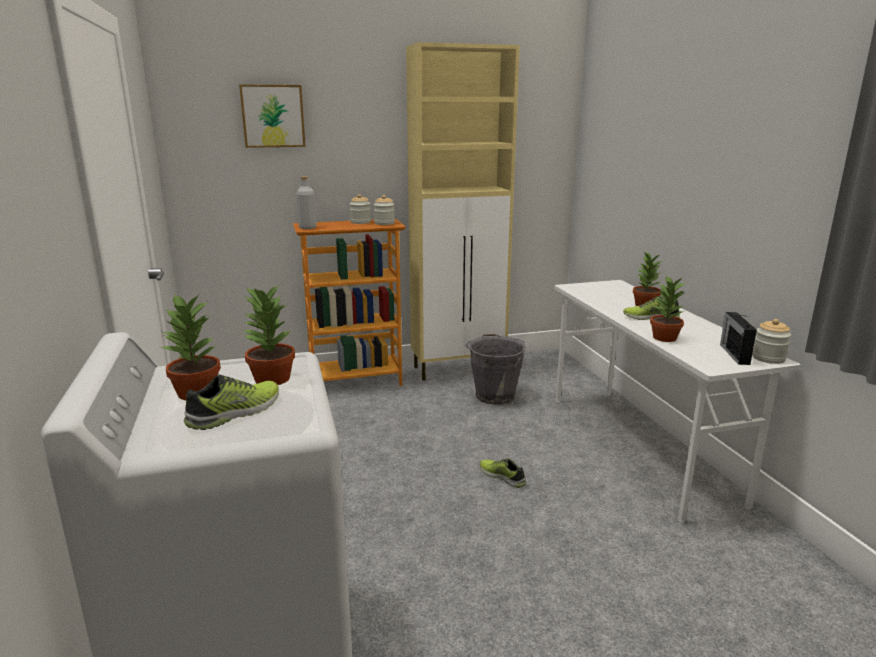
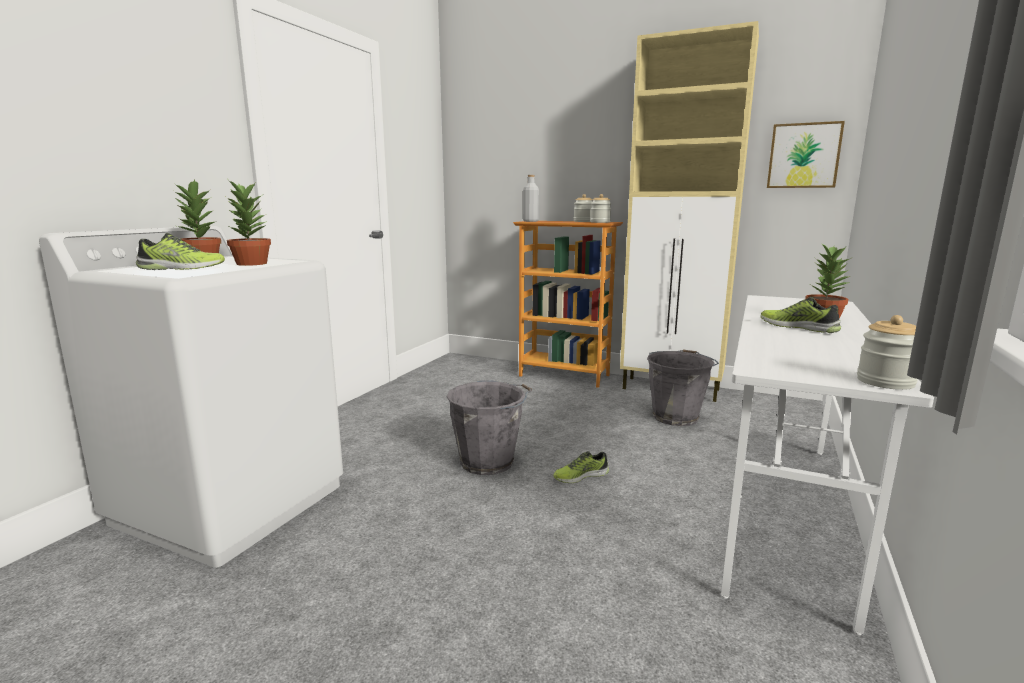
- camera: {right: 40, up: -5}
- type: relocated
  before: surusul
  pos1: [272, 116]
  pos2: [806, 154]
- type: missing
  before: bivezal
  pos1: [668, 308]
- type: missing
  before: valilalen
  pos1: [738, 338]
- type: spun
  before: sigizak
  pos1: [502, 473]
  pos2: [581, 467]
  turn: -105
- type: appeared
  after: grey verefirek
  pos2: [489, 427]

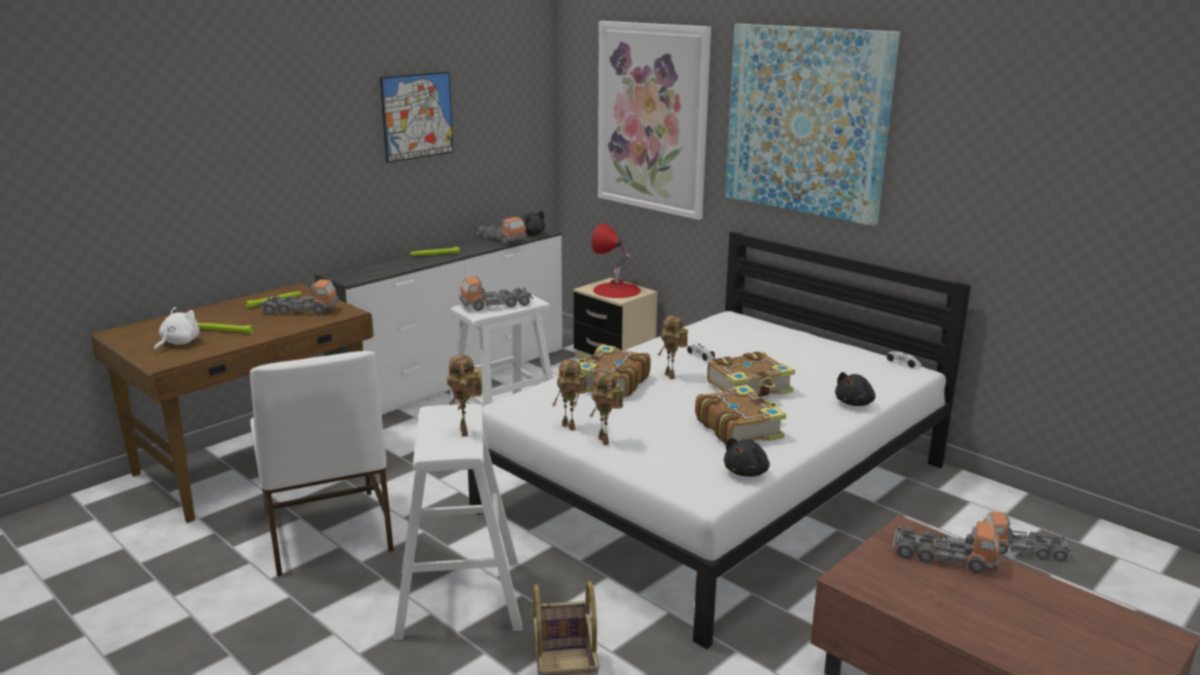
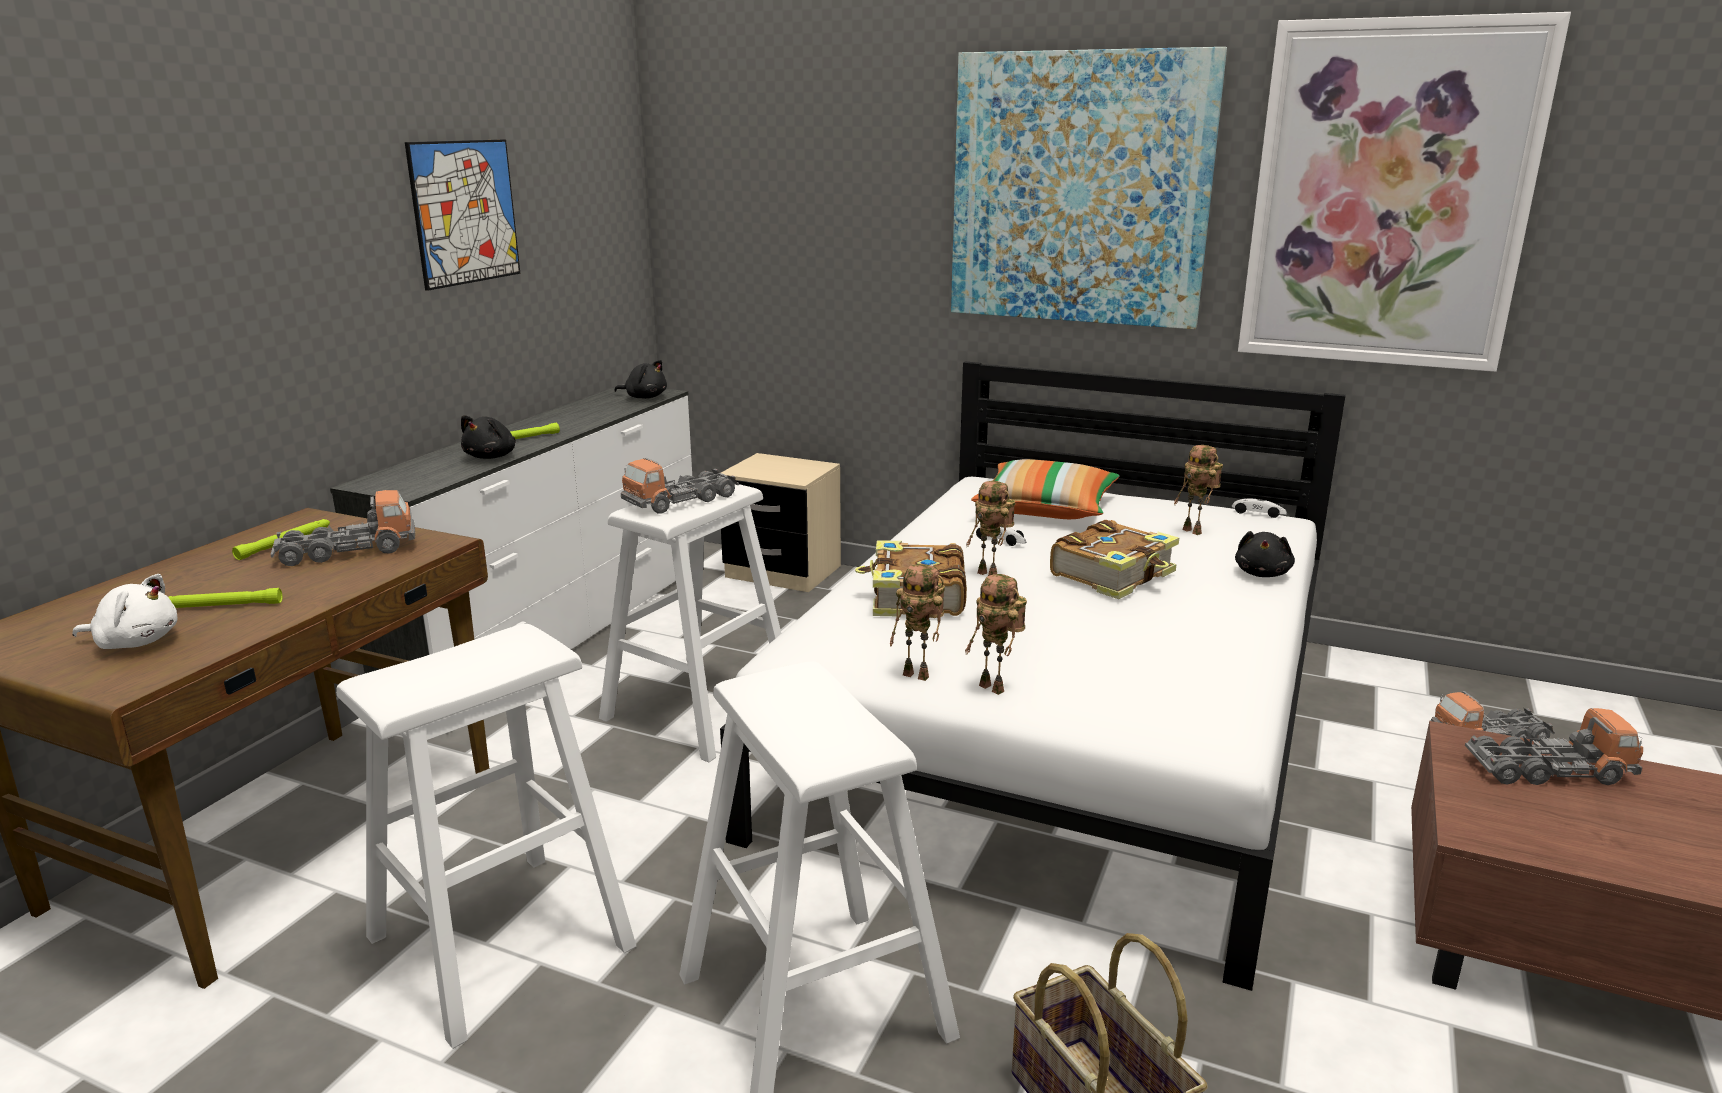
- camera: {right: -20, up: 0}
- type: relocated
  before: surusul
  pos1: [654, 120]
  pos2: [1404, 192]
- type: missing
  before: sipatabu
  pos1: [500, 230]
- type: missing
  before: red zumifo
  pos1: [616, 261]
- type: spun
  before: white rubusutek
  pos1: [176, 329]
  pos2: [125, 611]
  turn: 90
- type: exchanged
  before: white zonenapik
  after: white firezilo
  pos1: [322, 463]
  pos2: [486, 836]
- type: relocated
  before: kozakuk
  pos1: [465, 395]
  pos2: [1198, 490]
- type: missing
  before: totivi
  pos1: [740, 414]
- type: relocated
  before: black rubusutek
  pos1: [747, 457]
  pos2: [488, 437]
- type: appeared
  after: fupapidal
  pos2: [1045, 489]

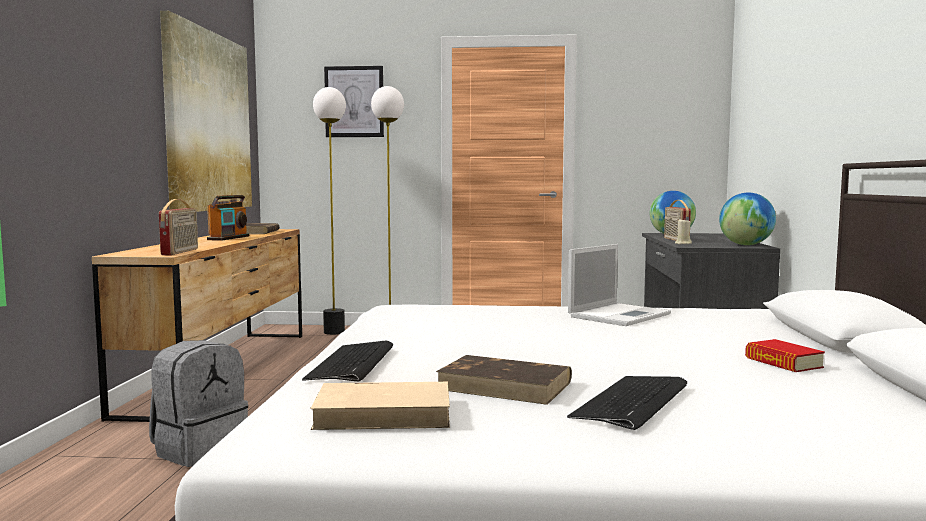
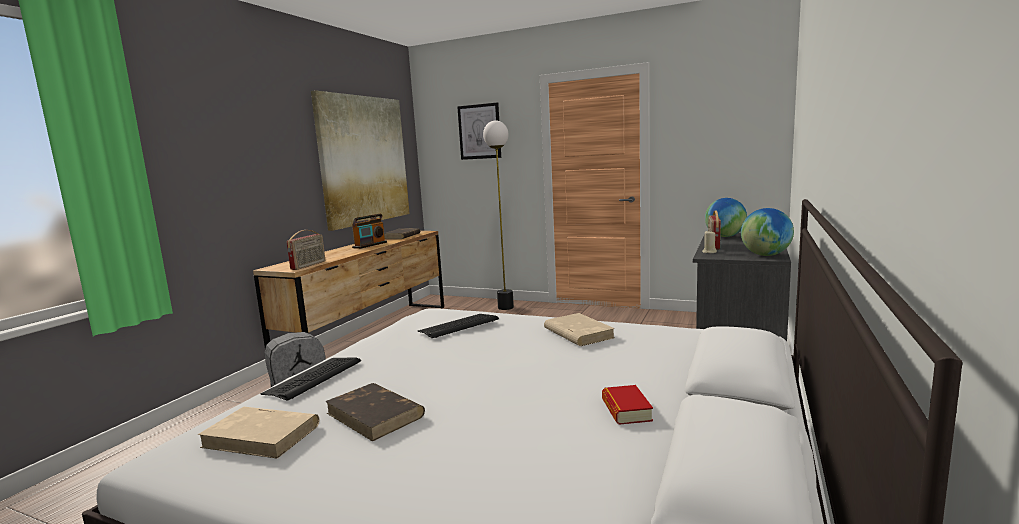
- camera: {right: 20, up: 5}
- type: missing
  before: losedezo
  pos1: [329, 211]
- type: exchanged
  before: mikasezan
  after: beige totivi
  pos1: [619, 285]
  pos2: [579, 329]
- type: relocated
  before: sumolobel
  pos1: [627, 403]
  pos2: [458, 326]

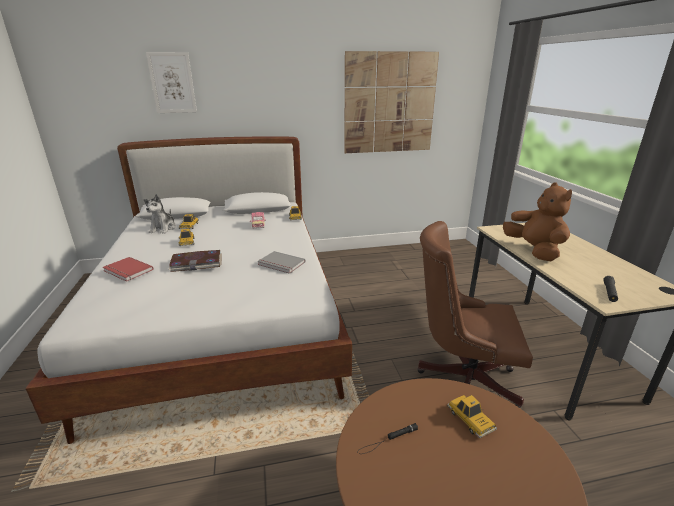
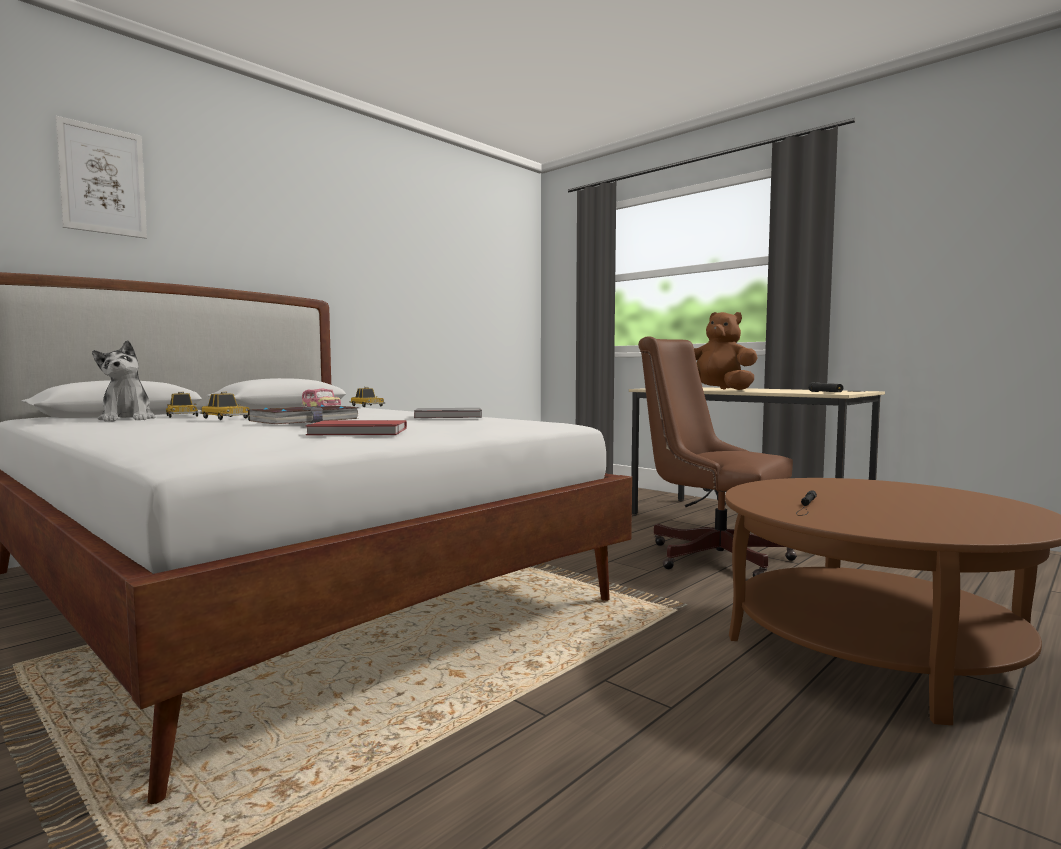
- camera: {right: -35, up: -20}
- type: missing
  before: surusul
  pos1: [391, 102]
- type: spun
  before: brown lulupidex
  pos1: [475, 314]
  pos2: [717, 456]
  turn: 60
- type: relocated
  before: red totivi
  pos1: [128, 269]
  pos2: [356, 427]
- type: missing
  before: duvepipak
  pos1: [472, 416]

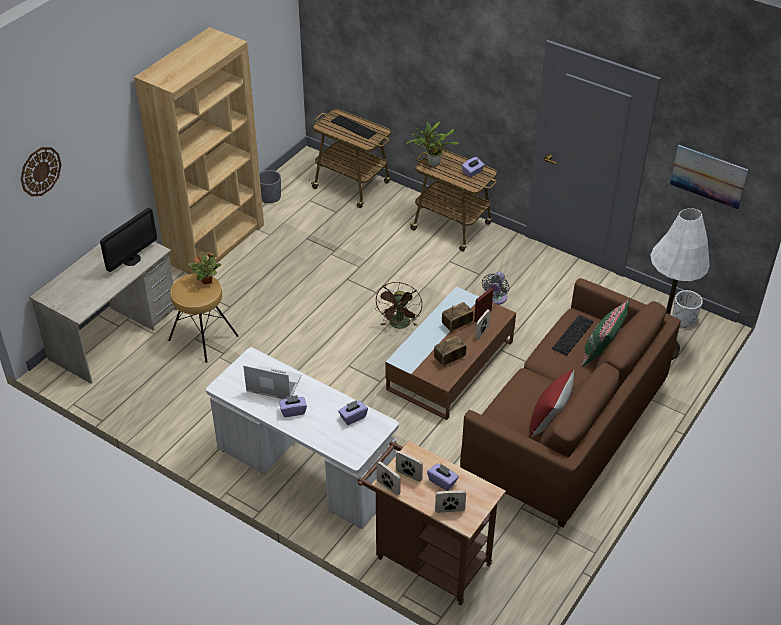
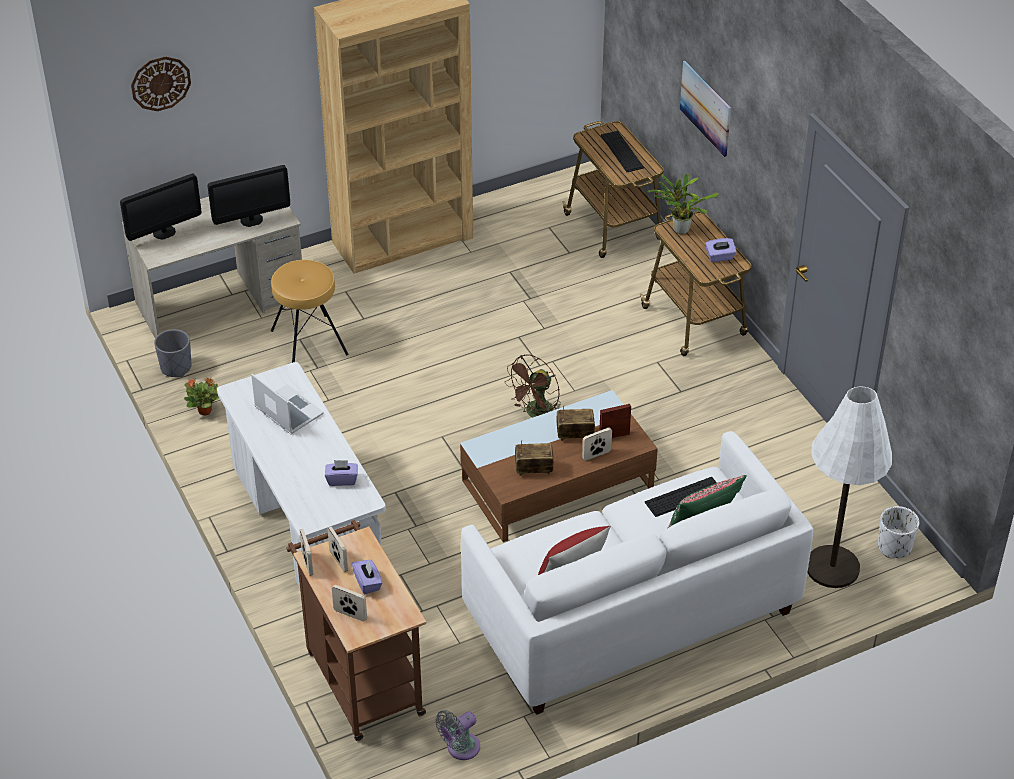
- camera: {right: 30, up: 0}
- type: relocated
  before: surusul
  pos1: [709, 177]
  pos2: [705, 109]
- type: relocated
  before: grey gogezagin
  pos1: [270, 186]
  pos2: [173, 353]
- type: relocated
  before: bivezal
  pos1: [204, 268]
  pos2: [201, 396]
- type: relocated
  before: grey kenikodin
  pos1: [495, 288]
  pos2: [457, 735]
- type: colour
  before: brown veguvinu
  after: white veguvinu
  pos1: [570, 403]
  pos2: [637, 573]
- type: missing
  before: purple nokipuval
  pos1: [293, 406]
- type: appeared
  after: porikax
  pos2: [160, 207]

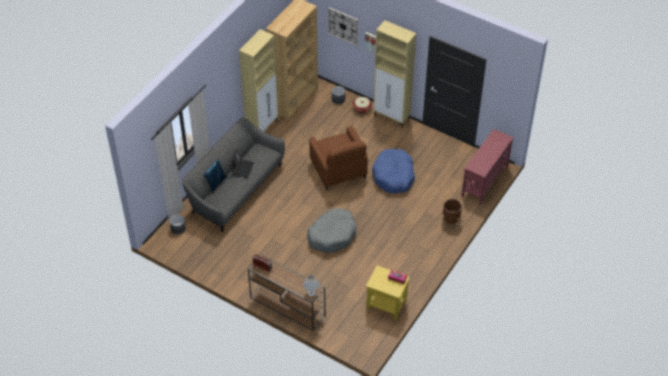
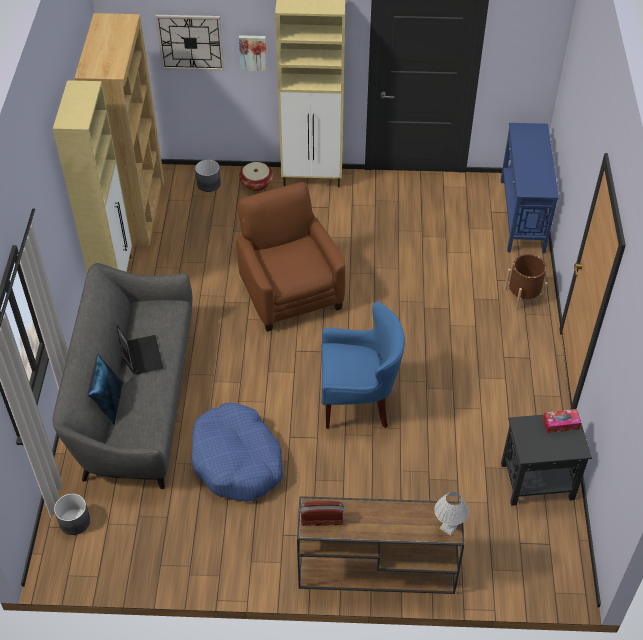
- camera: {right: -30, up: 0}
- type: spun
  before: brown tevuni
  pos1: [339, 158]
  pos2: [291, 257]
  turn: -150
- type: colour
  before: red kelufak
  after: blue kelufak
  pos1: [487, 167]
  pos2: [530, 188]
- type: relocated
  before: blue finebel
  pos1: [393, 171]
  pos2: [237, 452]
- type: exchanged
  before: grey finebel
  after: blue tevuni
  pos1: [332, 230]
  pos2: [363, 365]
- type: colour
  before: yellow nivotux
  after: black nivotux
  pos1: [388, 293]
  pos2: [546, 460]

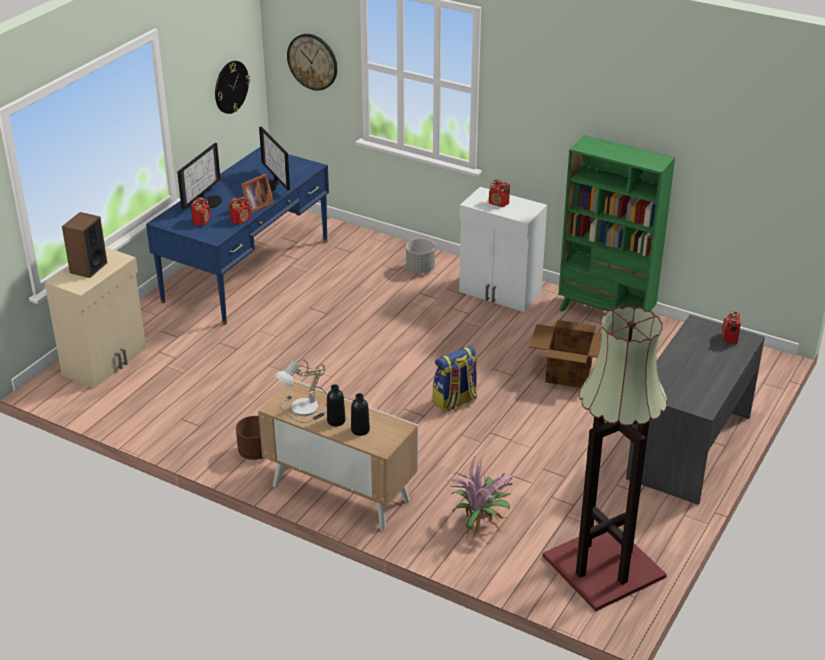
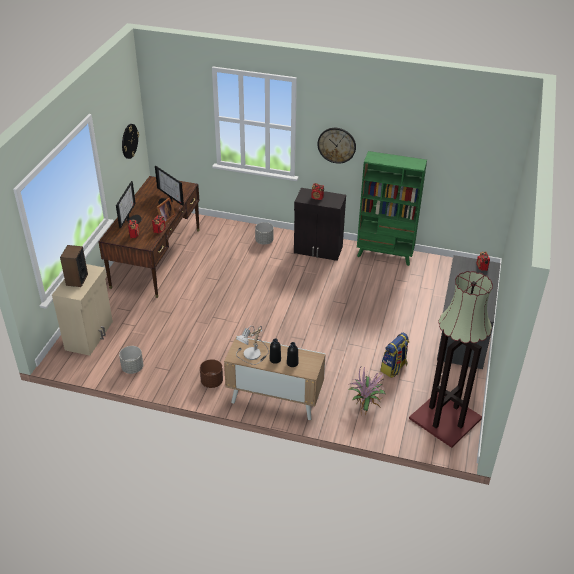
- camera: {right: -15, up: 5}
- type: relocated
  before: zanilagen
  pos1: [312, 62]
  pos2: [336, 146]
- type: colour
  before: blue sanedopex
  after: brown sanedopex
  pos1: [237, 236]
  pos2: [149, 237]
- type: colour
  before: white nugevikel
  after: black nugevikel
  pos1: [503, 249]
  pos2: [320, 224]
- type: missing
  before: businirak
  pos1: [565, 354]
- type: relocated
  before: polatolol
  pos1: [455, 379]
  pos2: [395, 355]
- type: appeared
  after: grey gogezagin
  pos2: [131, 360]

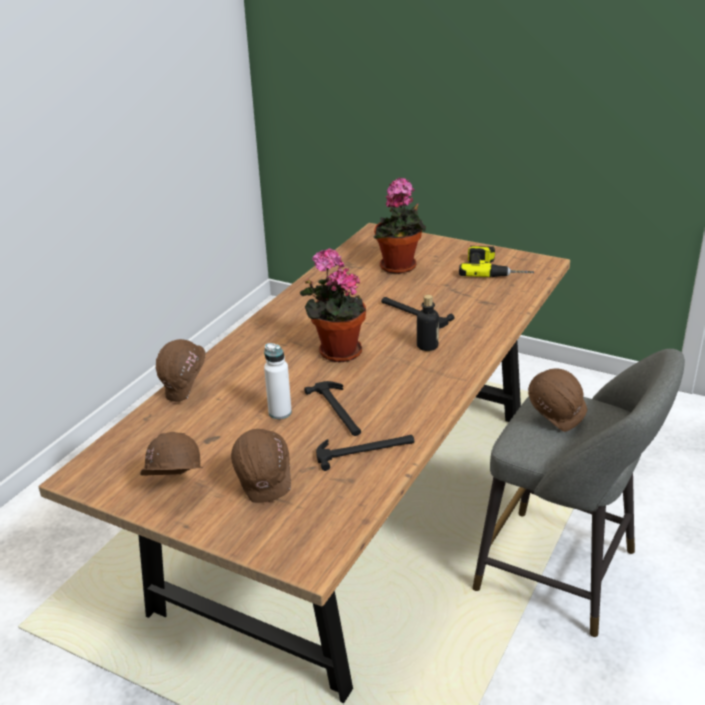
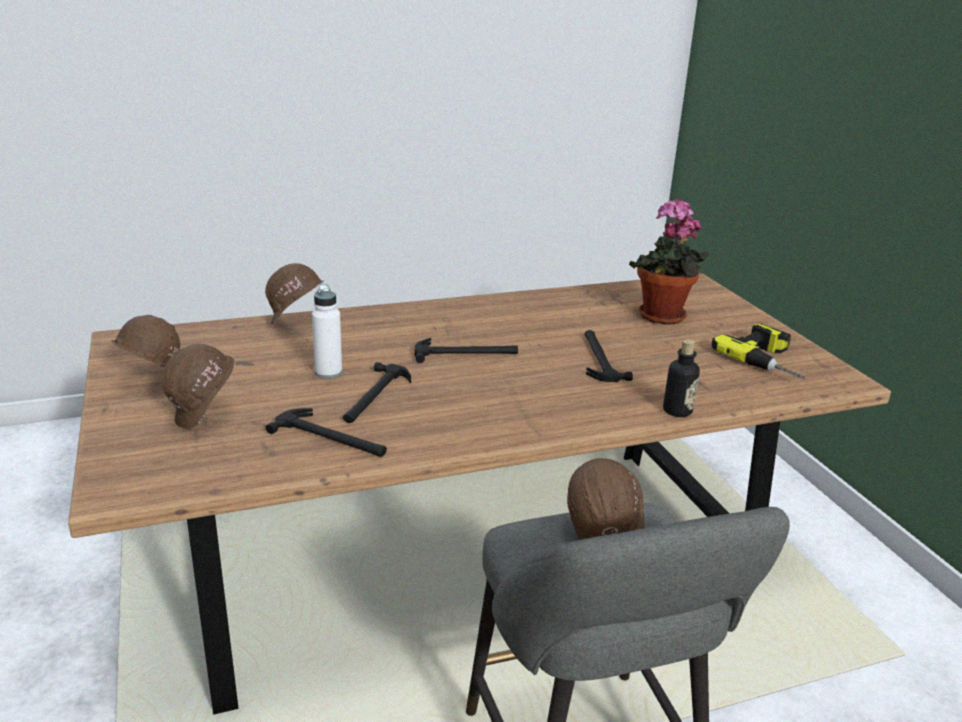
- camera: {right: 40, up: -5}
- type: exchanged
  before: bivezal
  after: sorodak
  pos1: [333, 305]
  pos2: [466, 350]
- type: relocated
  before: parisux
  pos1: [428, 323]
  pos2: [681, 378]

